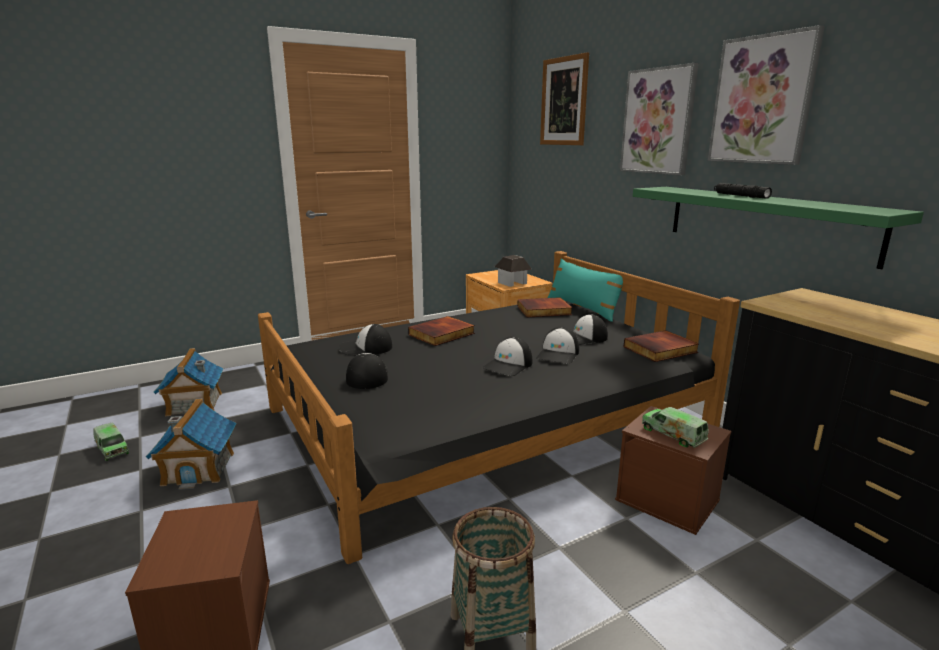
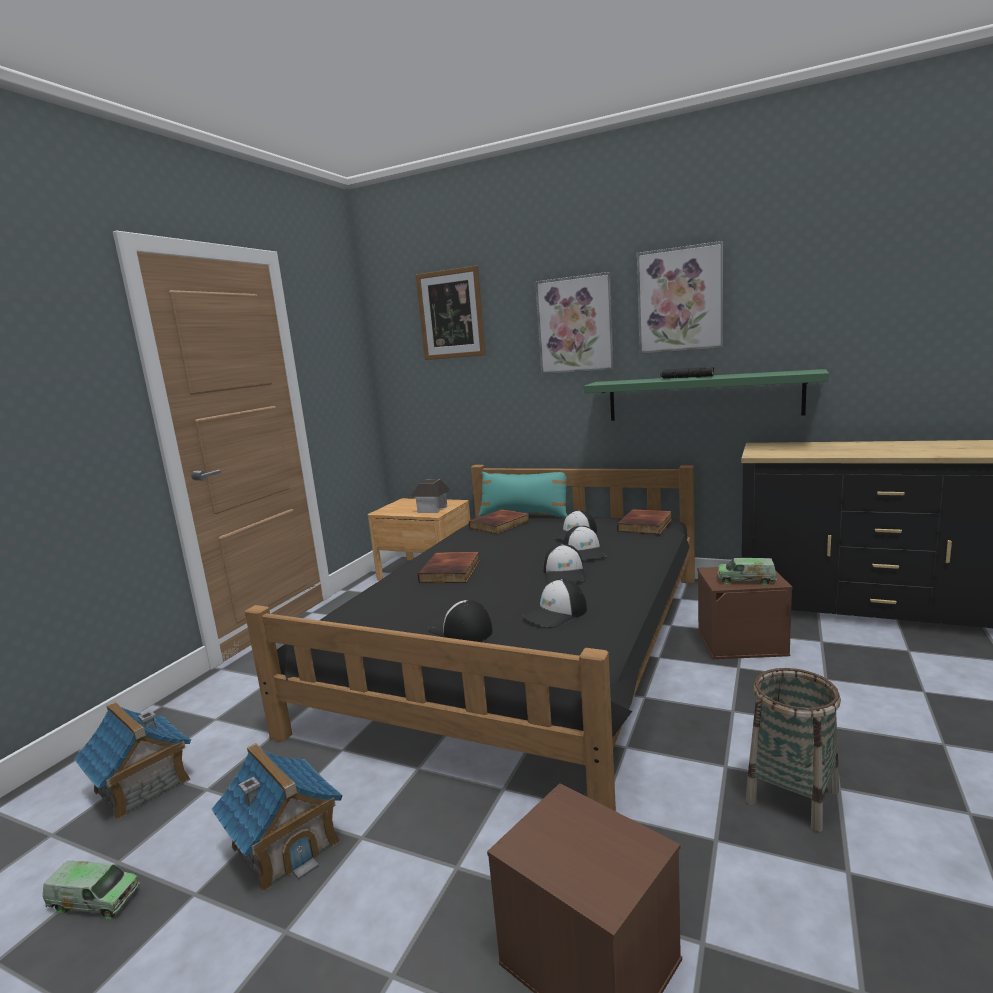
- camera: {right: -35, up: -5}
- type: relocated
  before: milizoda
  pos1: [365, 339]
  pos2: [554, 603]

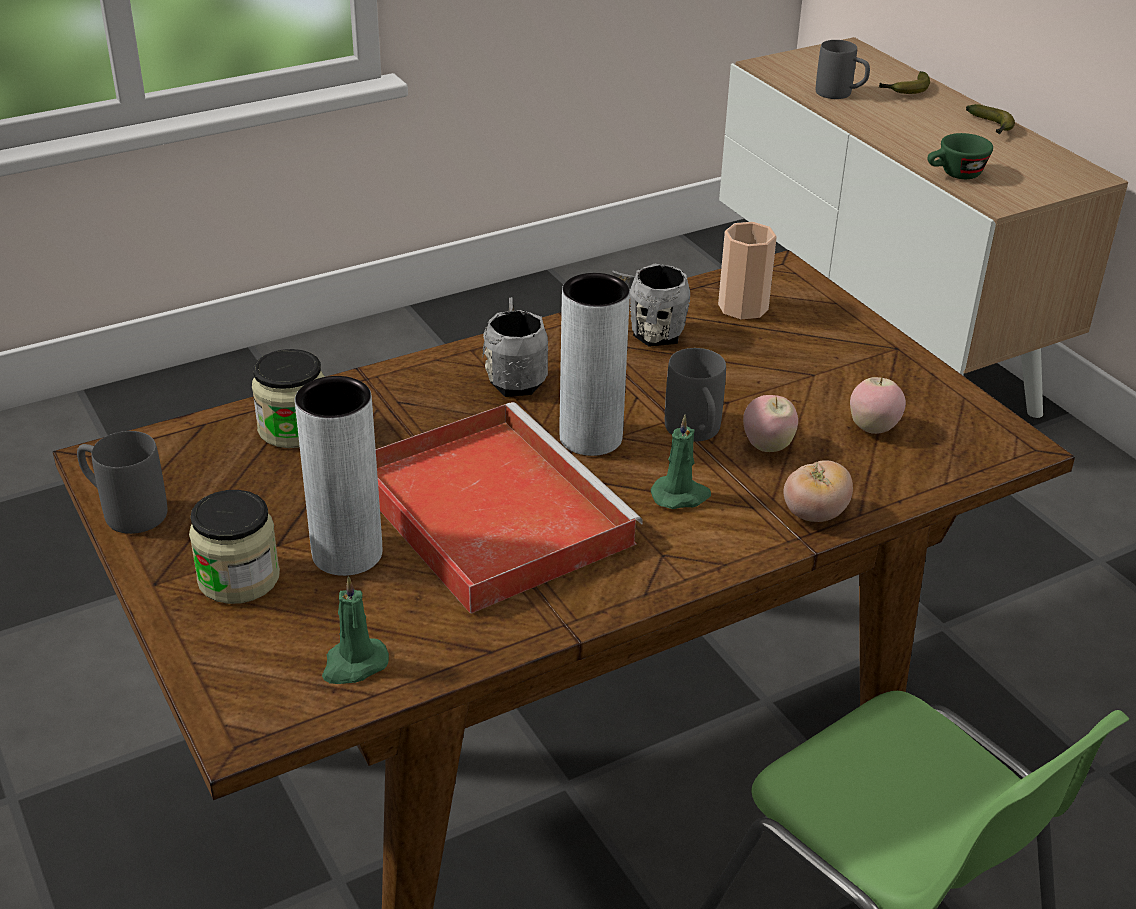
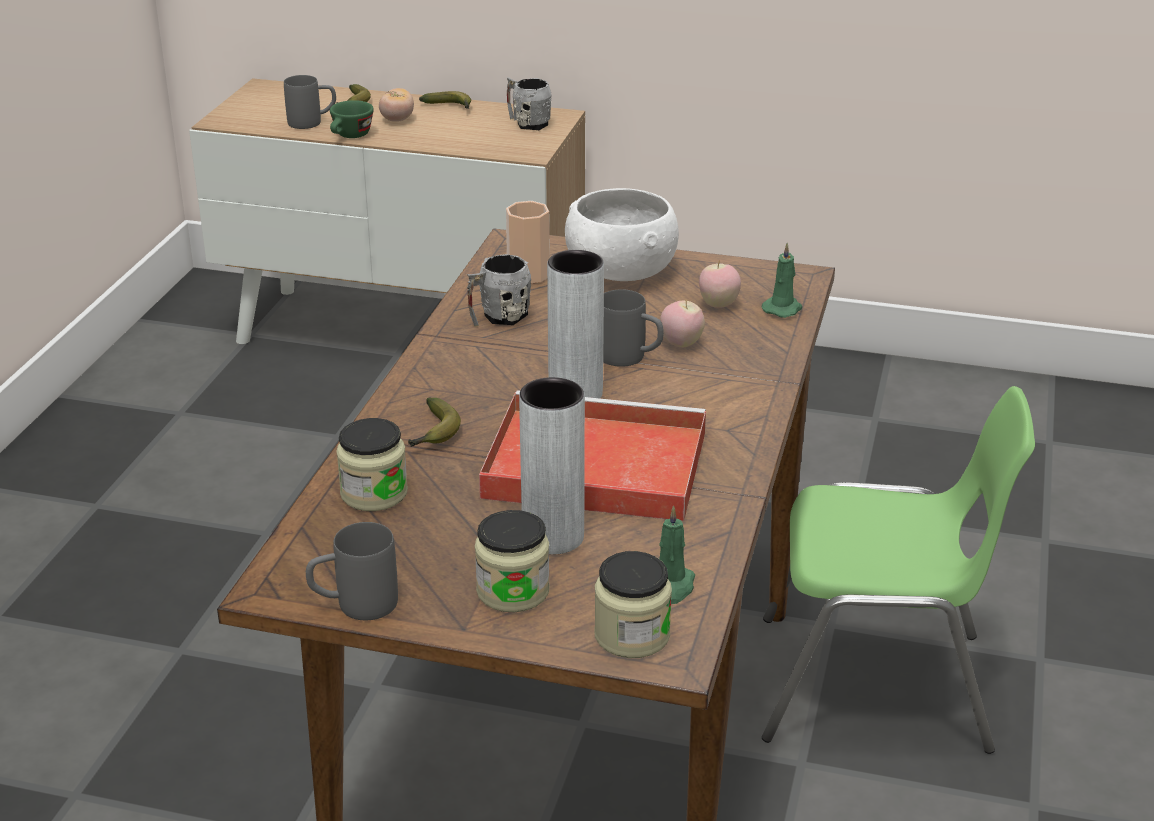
- camera: {right: -45, up: -5}
- type: relocated
  before: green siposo
  pos1: [960, 156]
  pos2: [352, 119]
- type: relocated
  before: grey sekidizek
  pos1: [515, 347]
  pos2: [529, 103]
- type: relocated
  before: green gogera
  pos1: [681, 461]
  pos2: [782, 280]
- type: relocated
  before: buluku
  pos1: [818, 491]
  pos2: [396, 105]
- type: appeared
  after: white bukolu
  pos2: [622, 234]
- type: appeared
  after: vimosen
  pos2: [434, 422]
- type: appeared
  after: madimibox
  pos2: [633, 604]

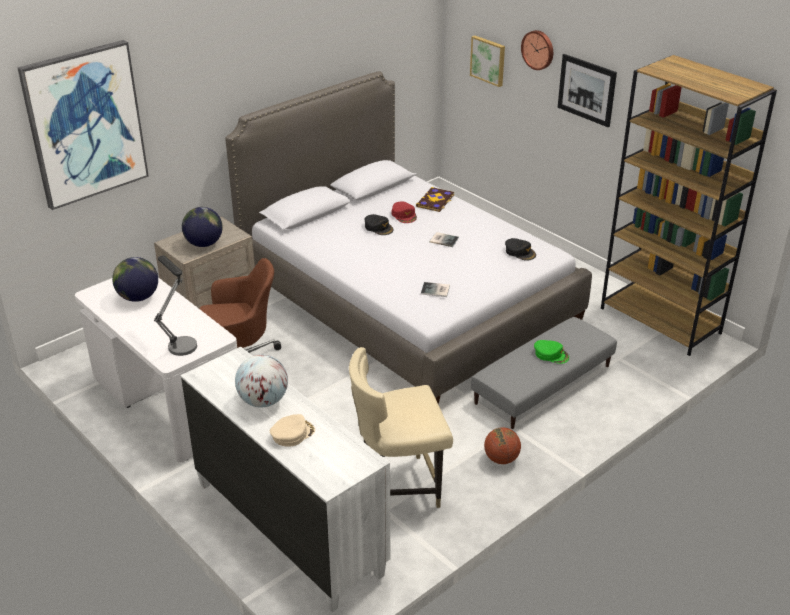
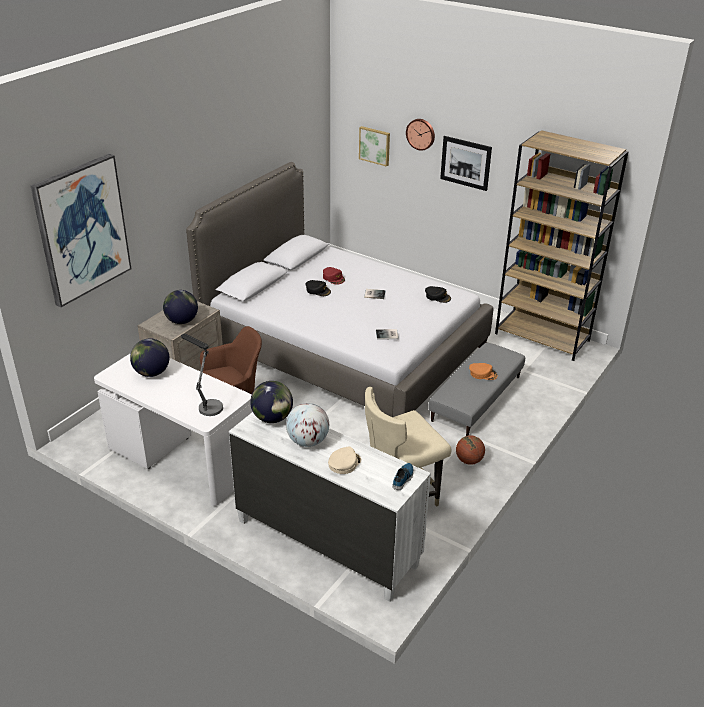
- camera: {right: -15, up: 0}
- type: missing
  before: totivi
  pos1: [435, 199]
- type: colour
  before: green milizoda
  after: orange milizoda
  pos1: [551, 352]
  pos2: [483, 371]
- type: appeared
  after: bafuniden
  pos2: [271, 402]
- type: appeared
  after: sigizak
  pos2: [403, 476]

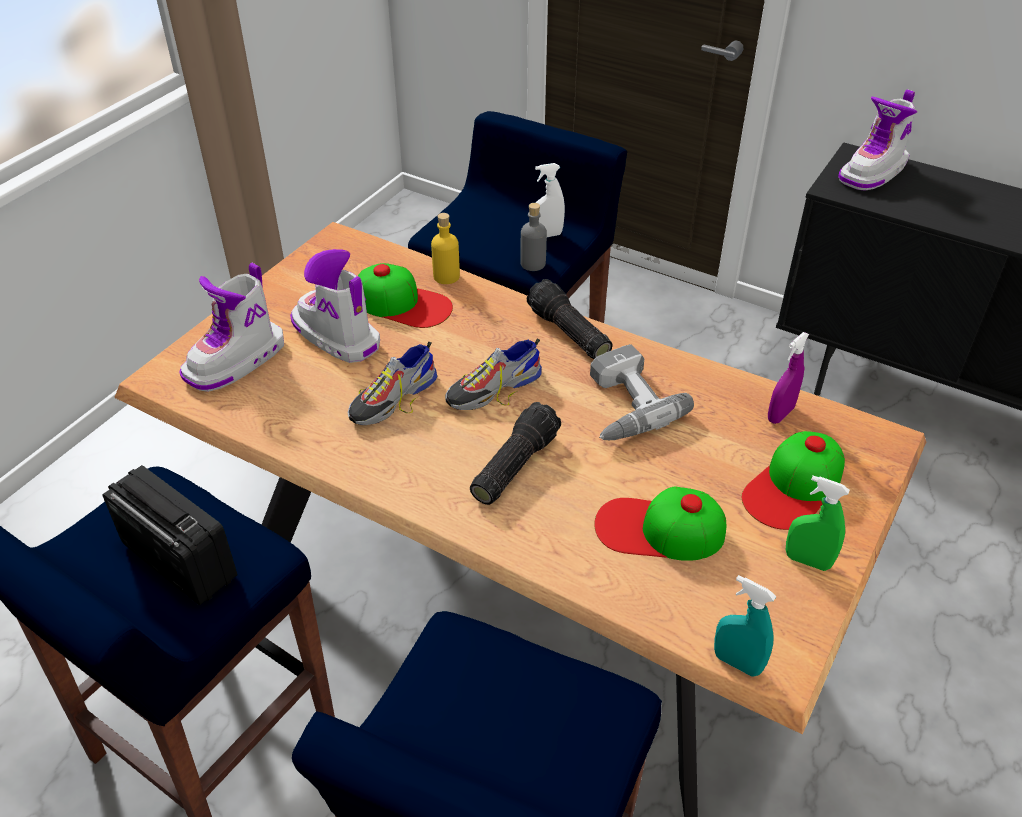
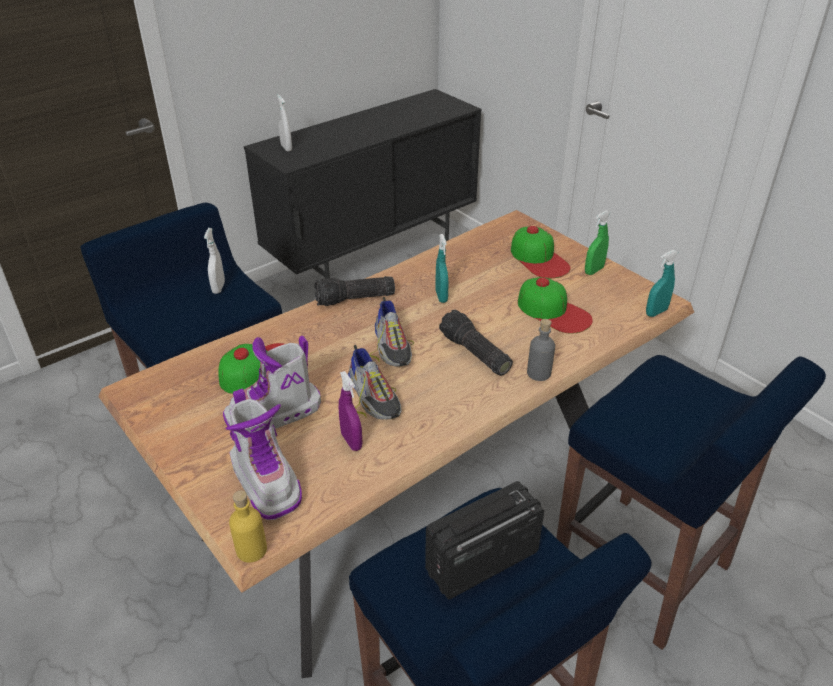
- camera: {right: -70, up: -5}
- type: exchanged
  before: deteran
  after: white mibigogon
  pos1: [877, 140]
  pos2: [284, 123]
- type: relocated
  before: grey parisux
  pos1: [533, 237]
  pos2: [541, 350]
- type: relocated
  before: yellow parisux
  pos1: [445, 248]
  pos2: [248, 527]
- type: relocated
  before: purple mibigogon
  pos1: [788, 378]
  pos2: [350, 411]
- type: exchanged
  before: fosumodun
  after: turquoise mibigogon
  pos1: [642, 392]
  pos2: [442, 268]
- type: spun
  before: milizoda
  pos1: [660, 523]
  pos2: [555, 305]
  turn: -75

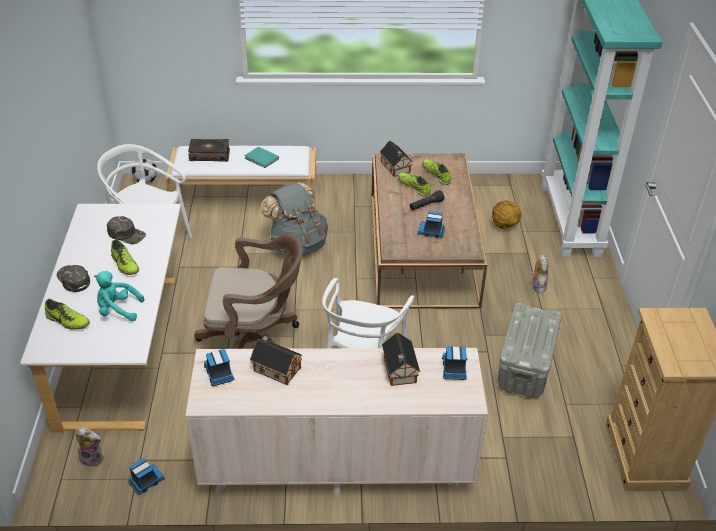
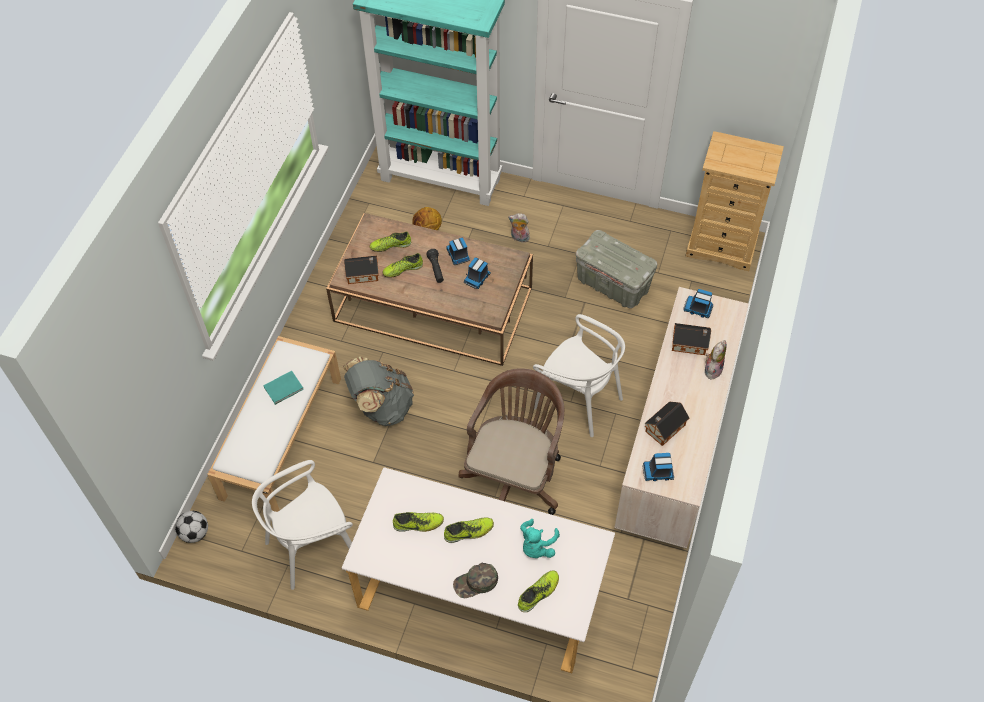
- camera: {right: -70, up: 15}
- type: missing
  before: totivi
  pos1: [209, 150]
- type: exchanged
  before: green milizoda
  after: sigizak
  pos1: [126, 230]
  pos2: [418, 522]
- type: relocated
  before: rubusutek
  pos1: [89, 447]
  pos2: [716, 359]
- type: relocated
  before: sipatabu
  pos1: [146, 476]
  pos2: [458, 251]

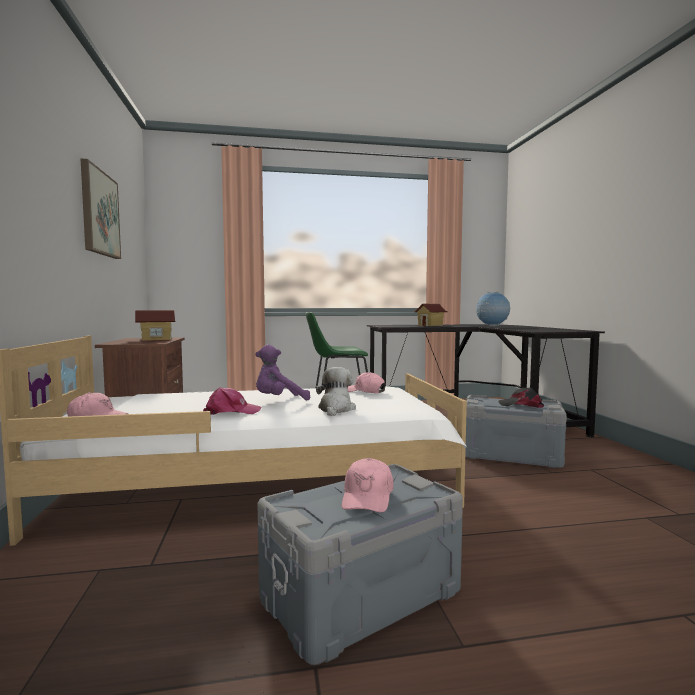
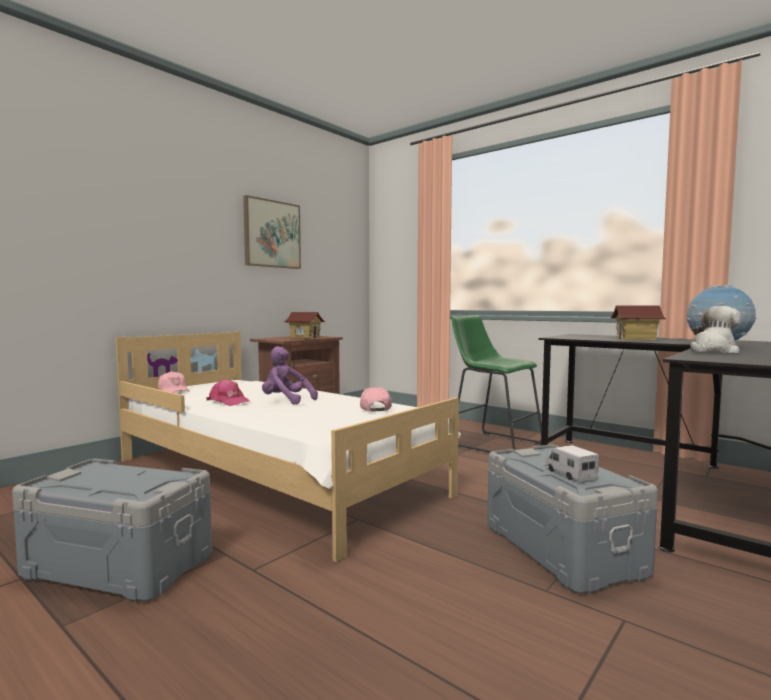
- camera: {right: 50, up: 0}
- type: relocated
  before: rubusutek
  pos1: [336, 391]
  pos2: [715, 329]
- type: exchanged
  before: black milizoda
  after: sipatabu
  pos1: [521, 397]
  pos2: [572, 463]
- type: missing
  before: pink milizoda
  pos1: [367, 485]

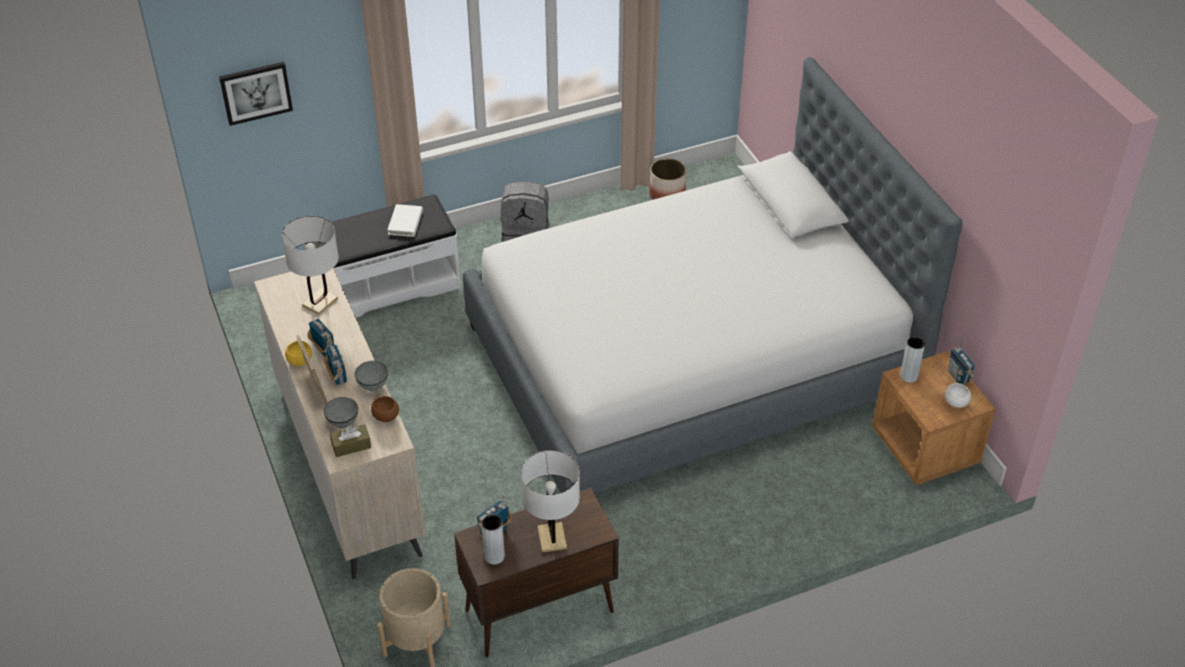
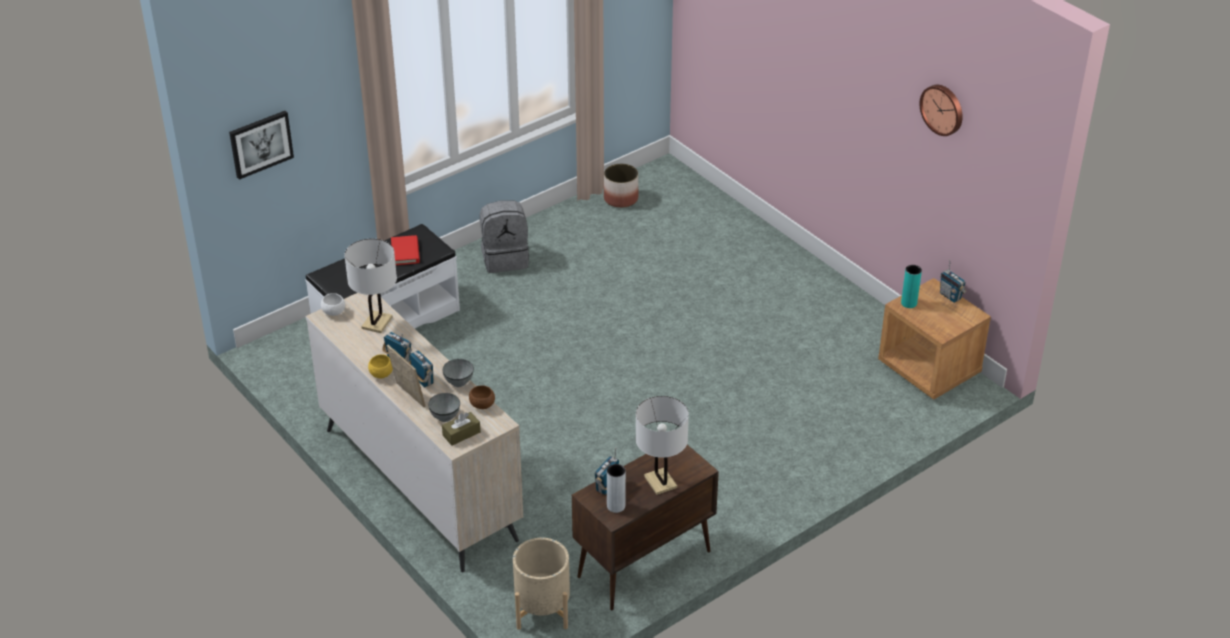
- camera: {right: -15, up: -5}
- type: missing
  before: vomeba
  pos1: [712, 275]
- type: colour
  before: white totivi
  after: red totivi
  pos1: [405, 220]
  pos2: [405, 250]
- type: colour
  before: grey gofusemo
  after: turquoise gofusemo
  pos1: [912, 359]
  pos2: [911, 286]
- type: relocated
  before: white bukolu
  pos1: [958, 395]
  pos2: [333, 304]
- type: appeared
  after: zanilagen
  pos2: [941, 110]

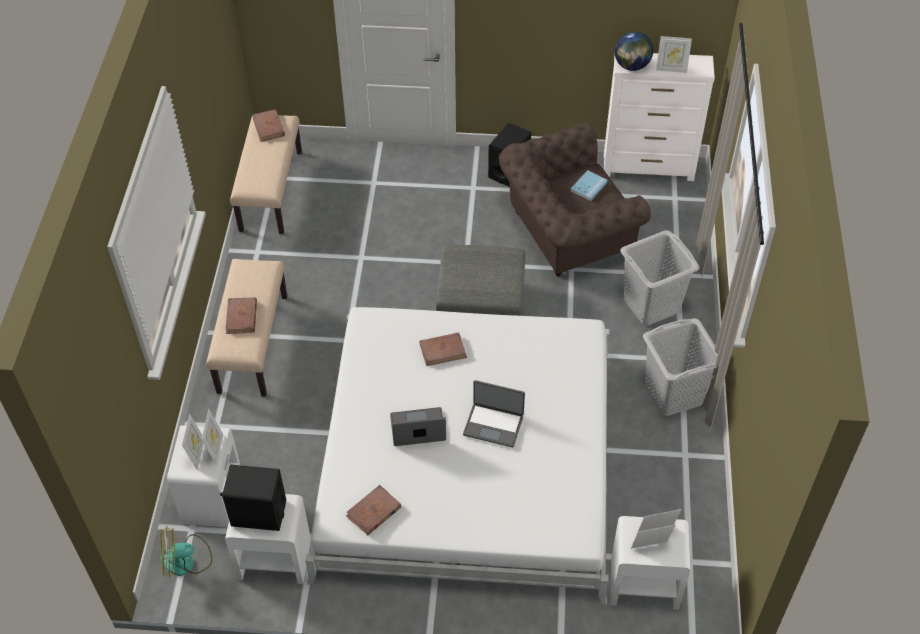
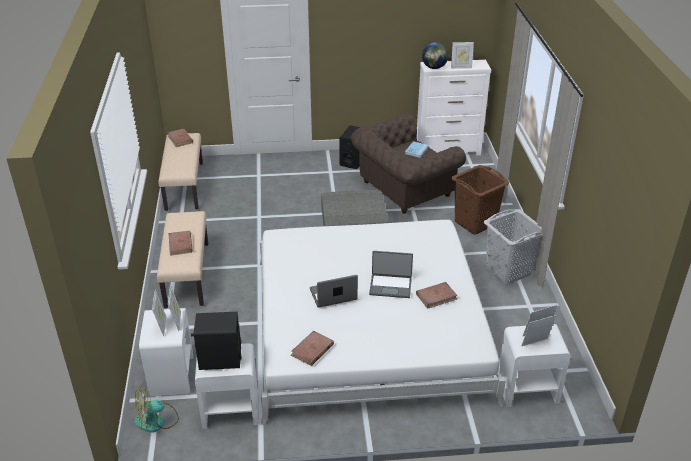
- camera: {right: -10, up: -15}
- type: colour
  before: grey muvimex
  after: brown muvimex
  pos1: [659, 278]
  pos2: [480, 200]
- type: relocated
  before: brown totivi
  pos1: [443, 349]
  pos2: [436, 295]

